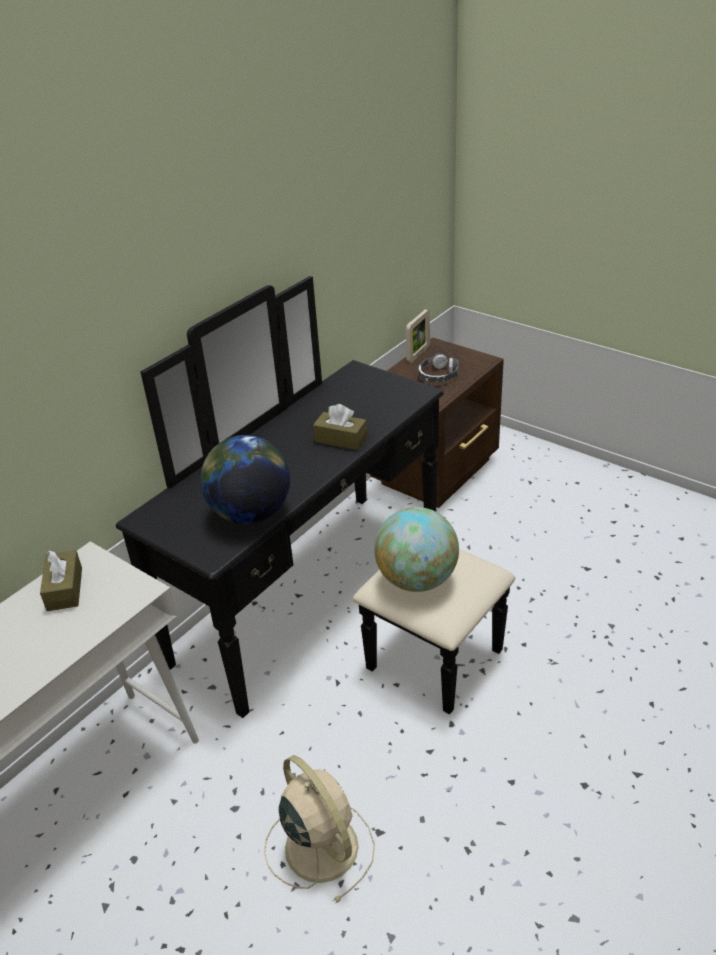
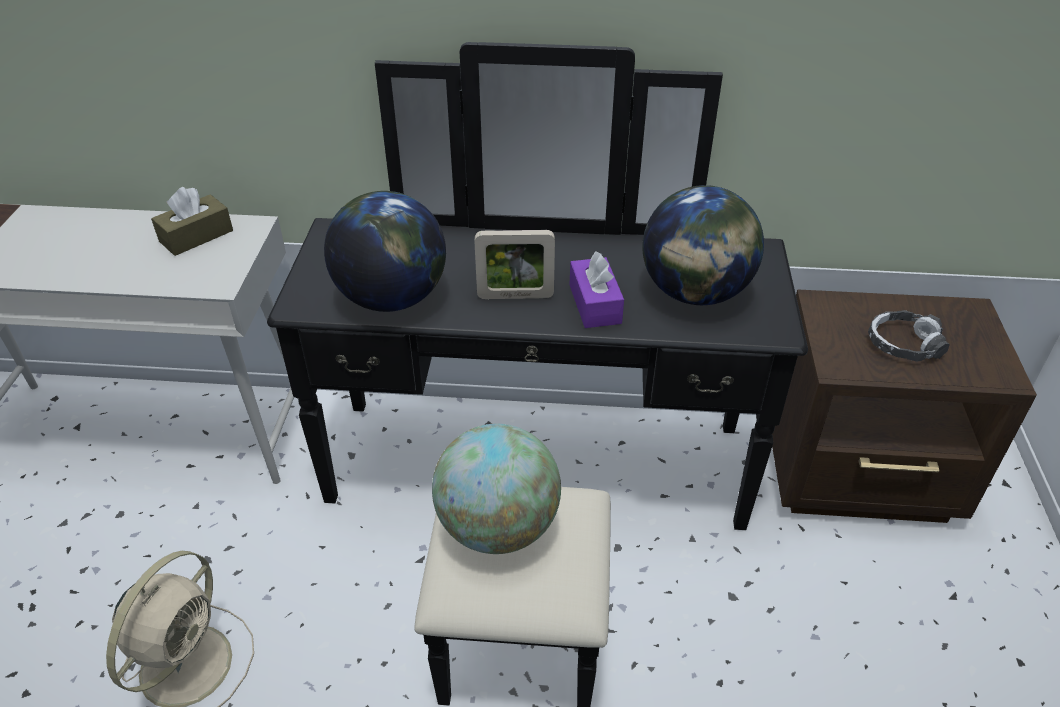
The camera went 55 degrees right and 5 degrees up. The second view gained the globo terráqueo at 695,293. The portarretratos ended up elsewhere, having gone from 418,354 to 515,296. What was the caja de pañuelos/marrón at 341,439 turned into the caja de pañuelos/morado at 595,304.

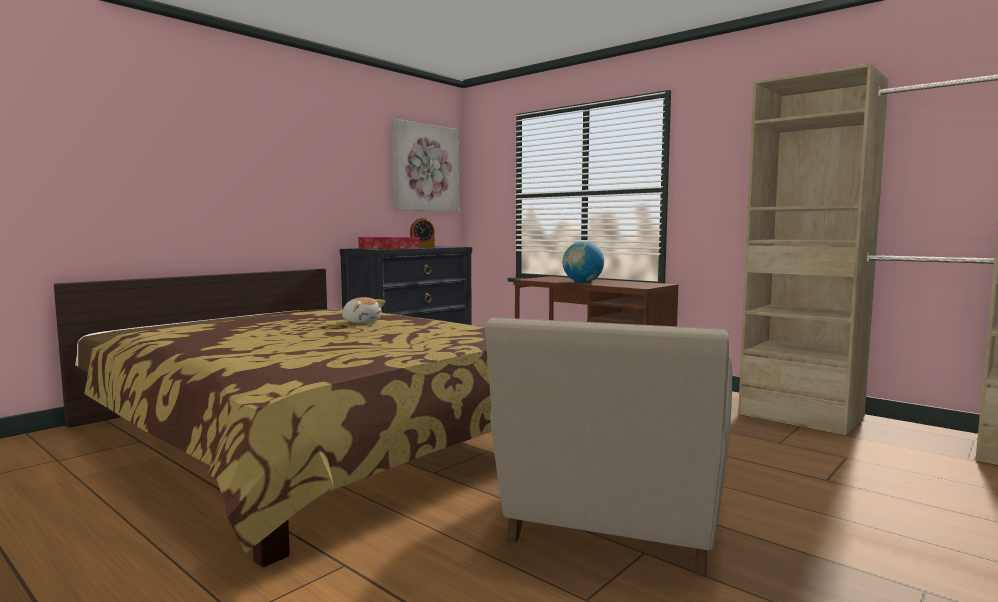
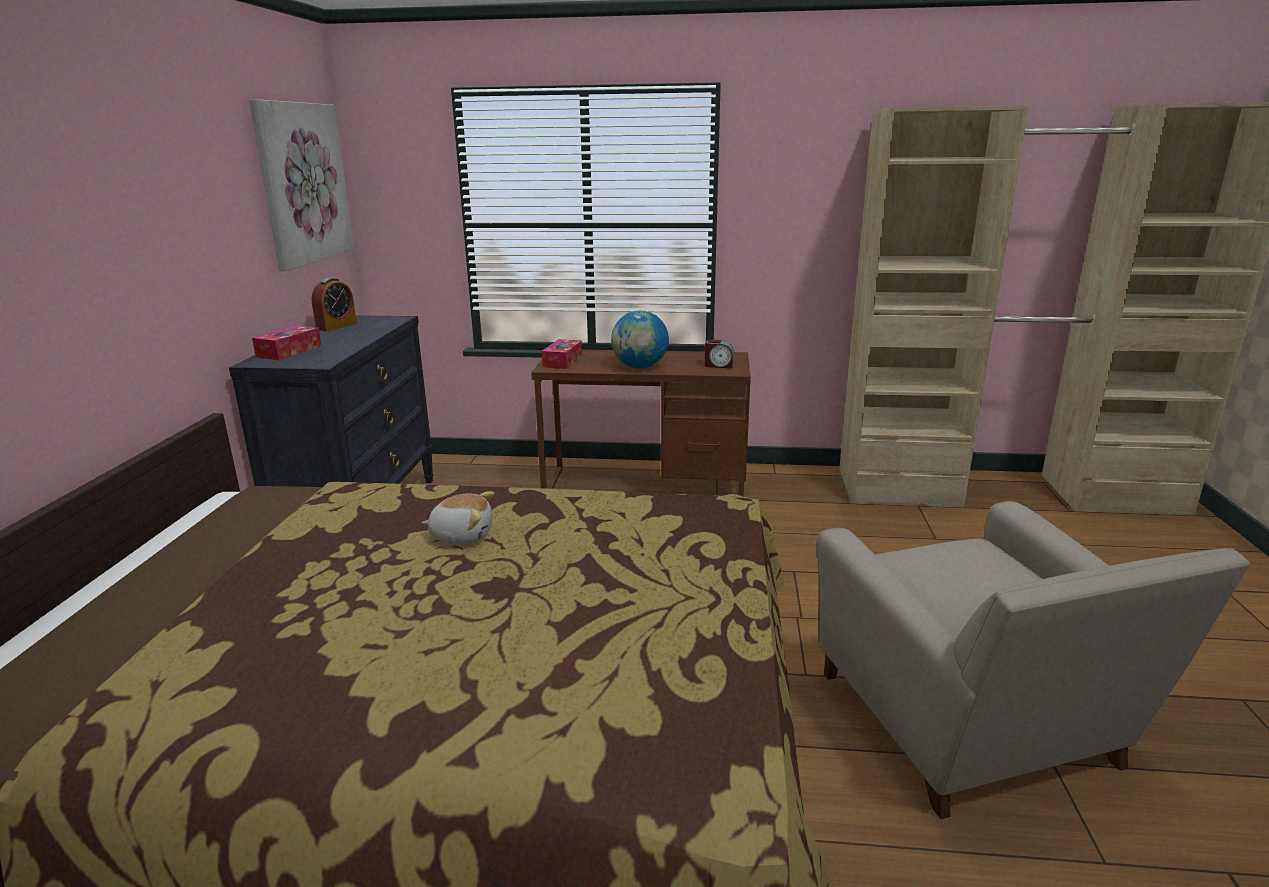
The camera went 35 degrees left and 15 degrees up. The second view gained the despertador at 718,365. The caja de pañuelos ended up elsewhere, having gone from 401,248 to 562,361.

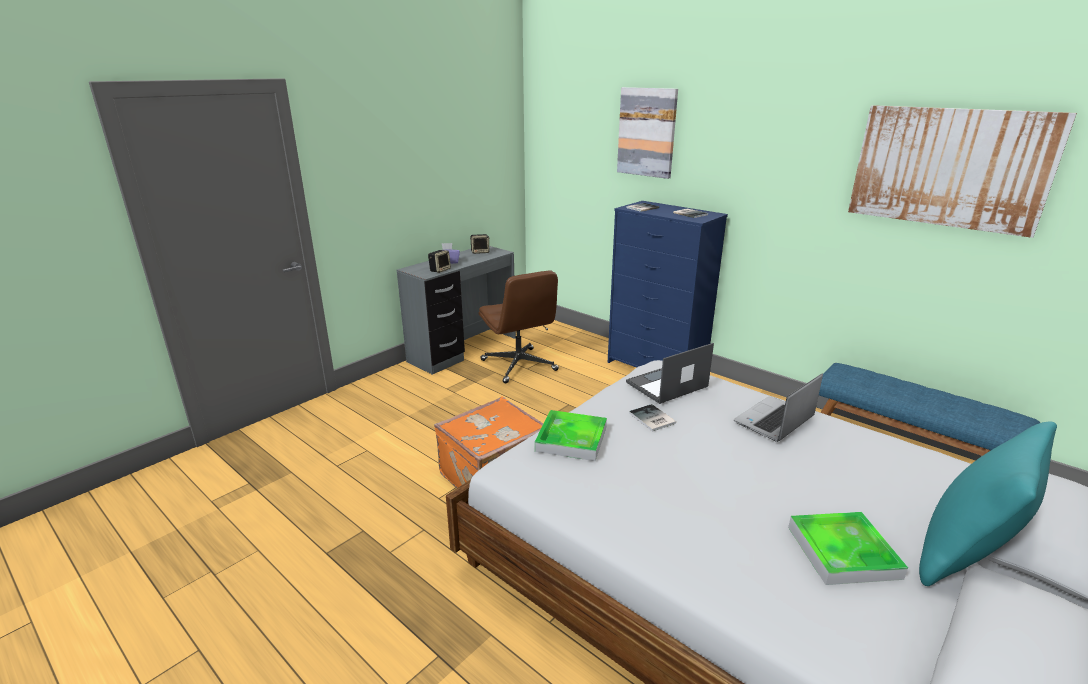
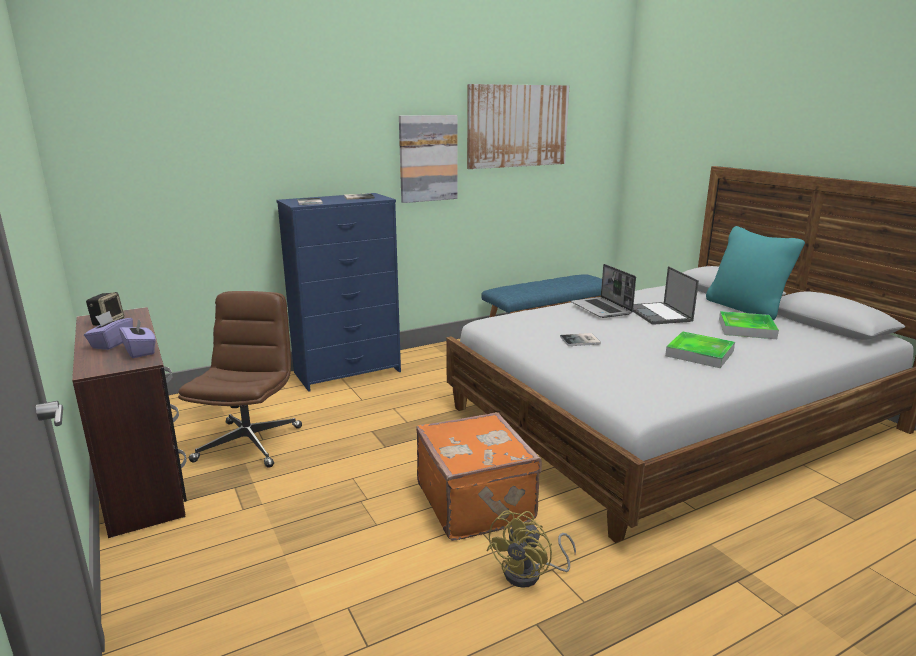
The camera went 70 degrees left and 5 degrees down. The second view gained the ventilador/amarillo at 530,574. The bandeja ended up elsewhere, having gone from 571,439 to 699,353. The cuadro ended up elsewhere, having gone from 647,132 to 428,158. The portátil ended up elsewhere, having gone from 666,385 to 659,314. Where the altavoz stood at 440,270, the caja de pañuelos/morado came to stand at 140,351. What was the escritorio/gris at 464,350 turned into the escritorio/marrón at 145,477. The silla de oficina/marrón at 519,366 ended up facing another way, 75 degrees counterclockwise from before.

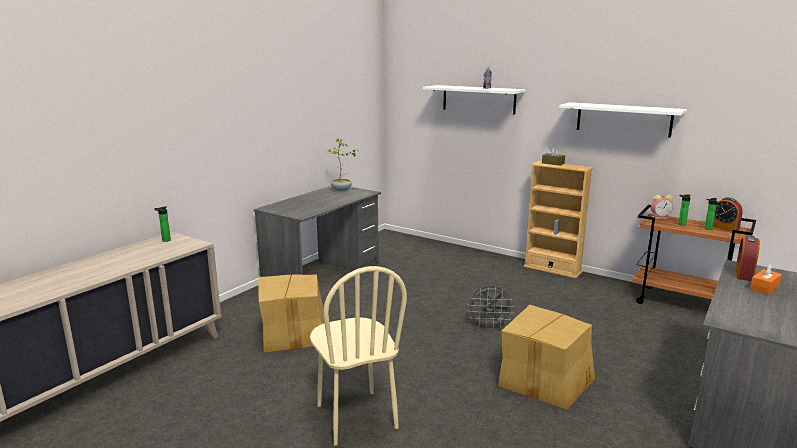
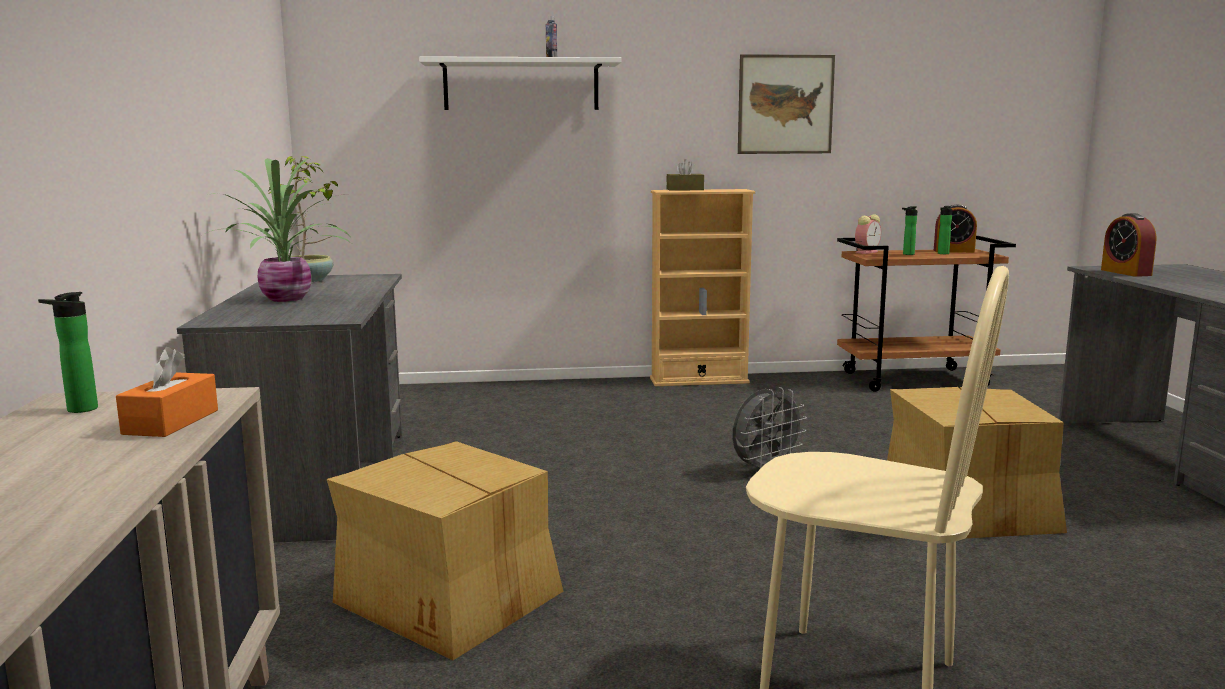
The camera went 40 degrees left and 5 degrees down. The second view gained the planta en maceta at 289,298. The caja de pañuelos/naranja ended up elsewhere, having gone from 764,288 to 171,422. Where the estante/blanco hung at 623,119, the cuadro came to hang at 785,104.

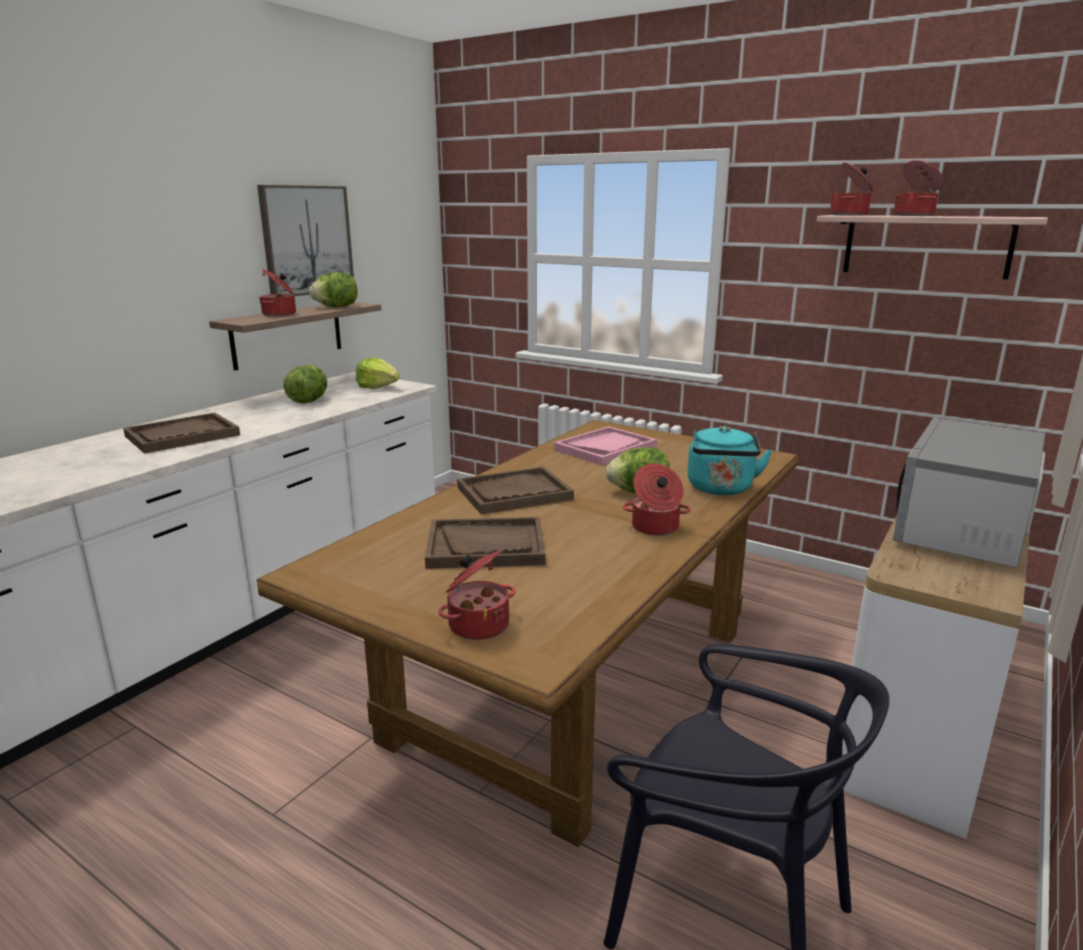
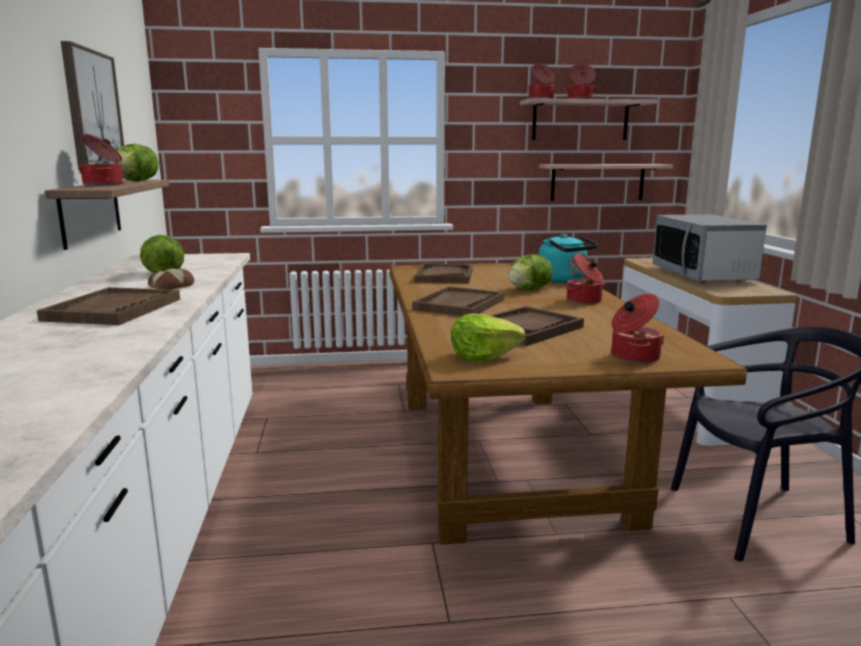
The camera went 40 degrees left and 5 degrees down. The second view gained the pan at 171,286. The second view gained the estante at 597,182. The lechuga ended up elsewhere, having gone from 378,387 to 483,357. What was the bandeja/rosa at 605,448 turned into the bandeja/marrón at 444,276.

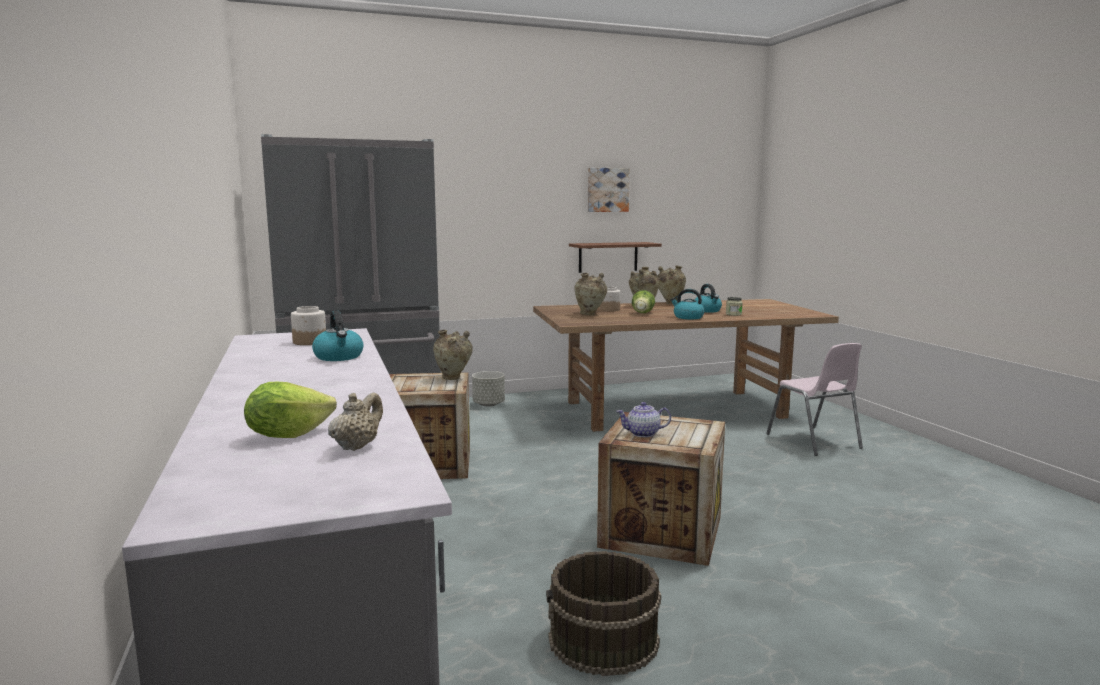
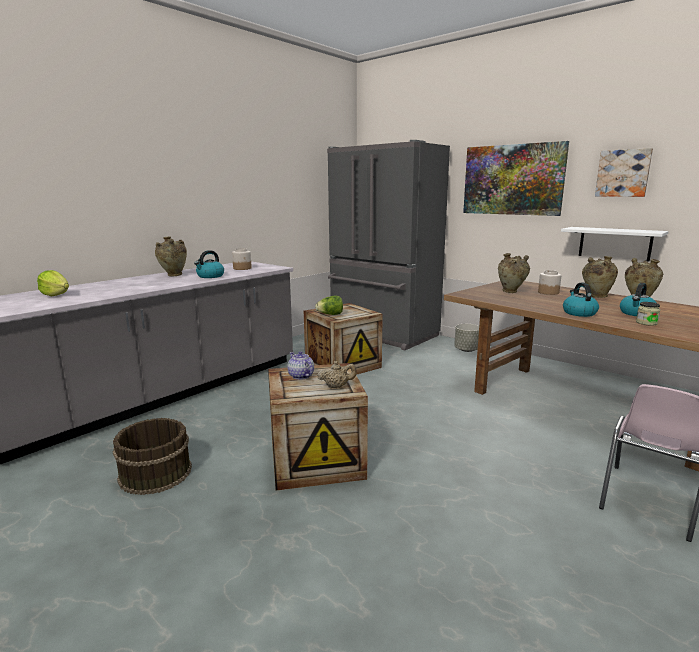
The camera went 60 degrees right and 5 degrees up. The second view gained the cuadro at 512,180. The tetera/beis ended up elsewhere, having gone from 357,446 to 337,387. The florero/beis ended up elsewhere, having gone from 453,378 to 173,275. The lechuga ended up elsewhere, having gone from 642,313 to 330,314. What was the estante/marrón at 608,257 turned into the estante/blanco at 614,243.

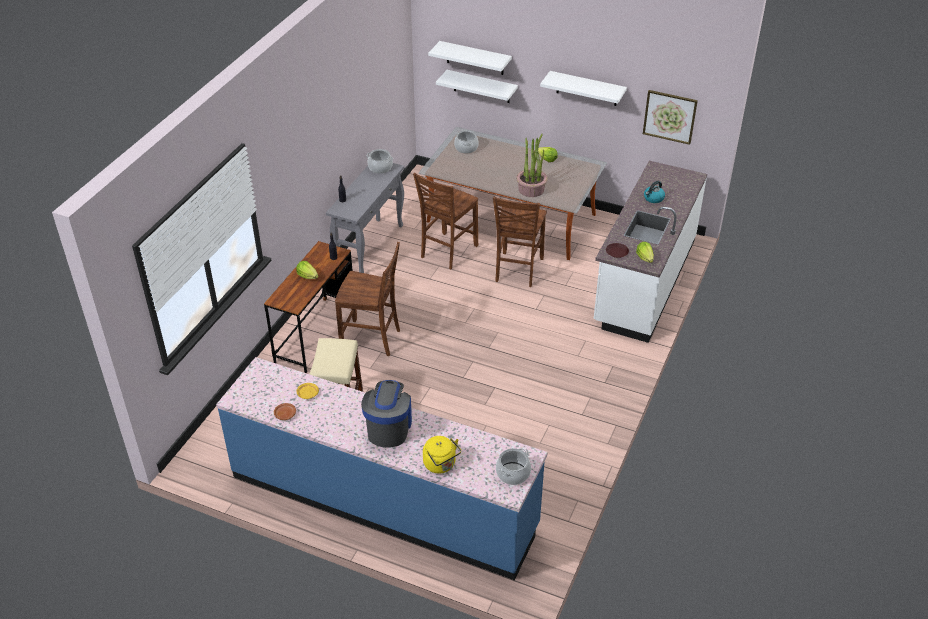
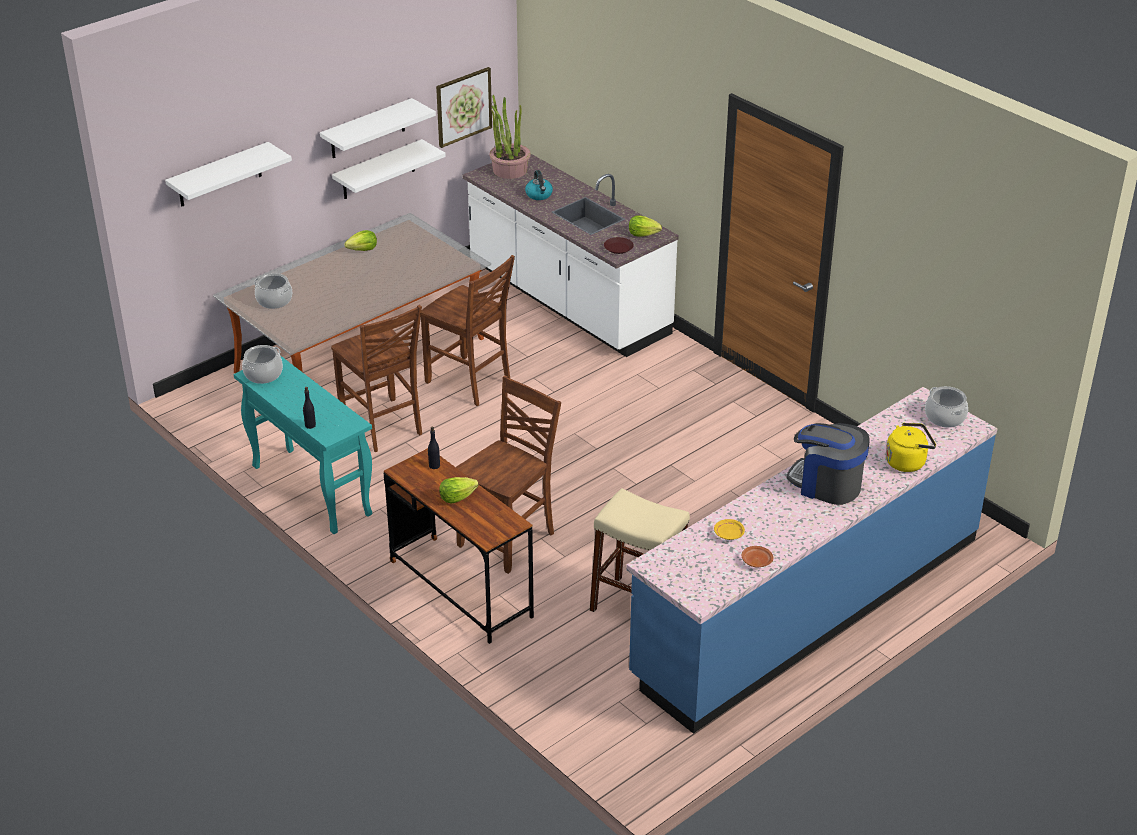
The camera went 65 degrees left and 5 degrees down. The estante/blanco ended up elsewhere, having gone from 481,86 to 378,170. The planta en maceta ended up elsewhere, having gone from 531,189 to 509,170. What was the mesa consola/gris at 370,246 turned into the mesa consola/turquesa at 310,490.

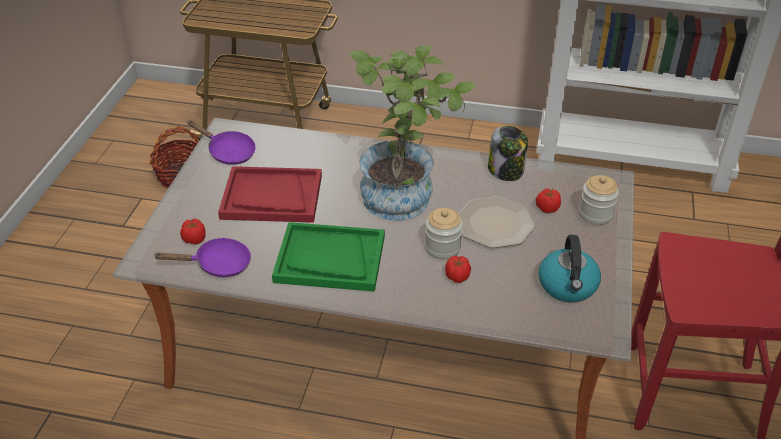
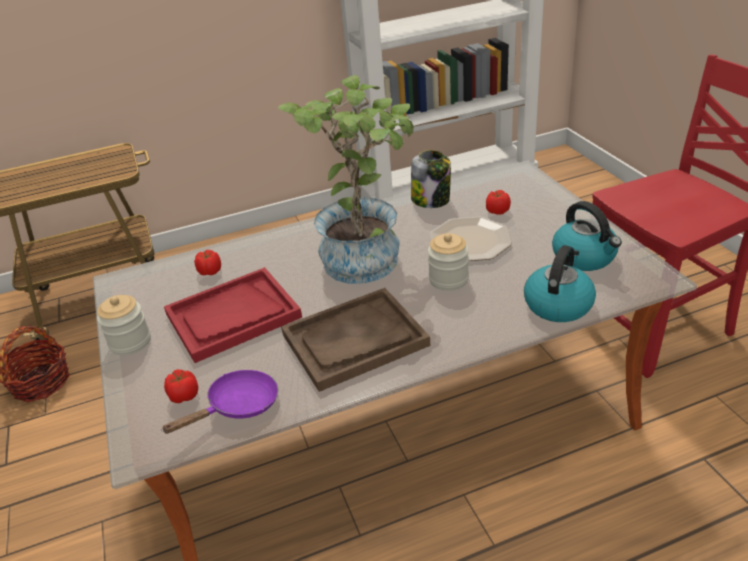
The camera went 30 degrees left and 5 degrees down. The second view lost the sartén/morado at 228,152. The second view gained the hervidor at 558,304. The tomate ended up elsewhere, having gone from 457,277 to 210,272. The tarro ended up elsewhere, having gone from 596,214 to 130,342. What was the bandeja/verde at 329,259 turned into the bandeja/marrón at 354,340.

